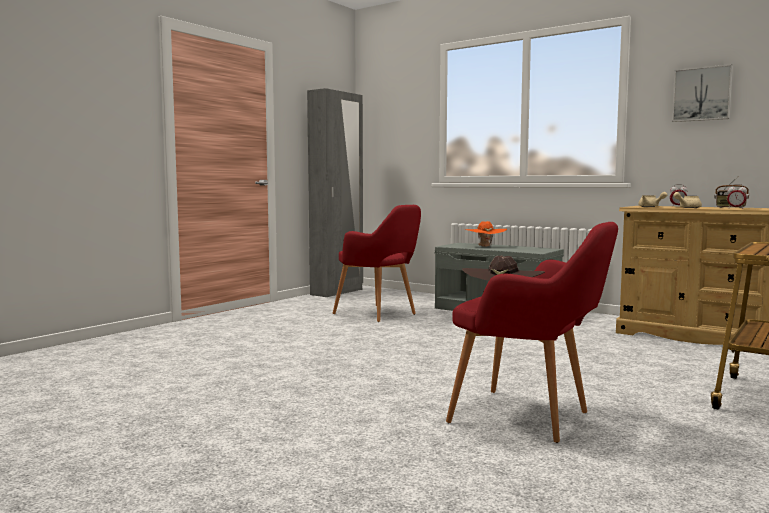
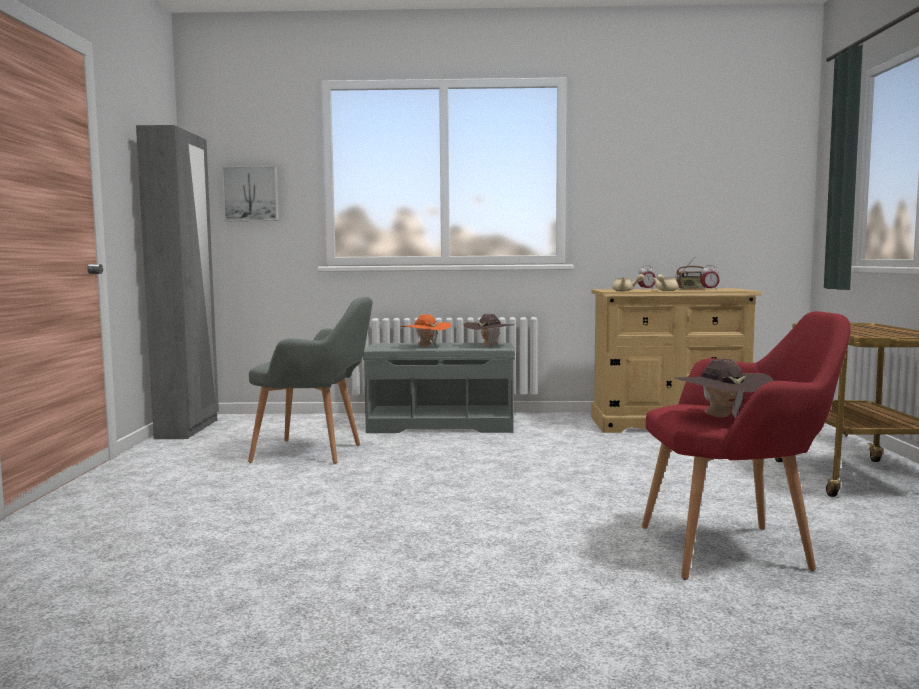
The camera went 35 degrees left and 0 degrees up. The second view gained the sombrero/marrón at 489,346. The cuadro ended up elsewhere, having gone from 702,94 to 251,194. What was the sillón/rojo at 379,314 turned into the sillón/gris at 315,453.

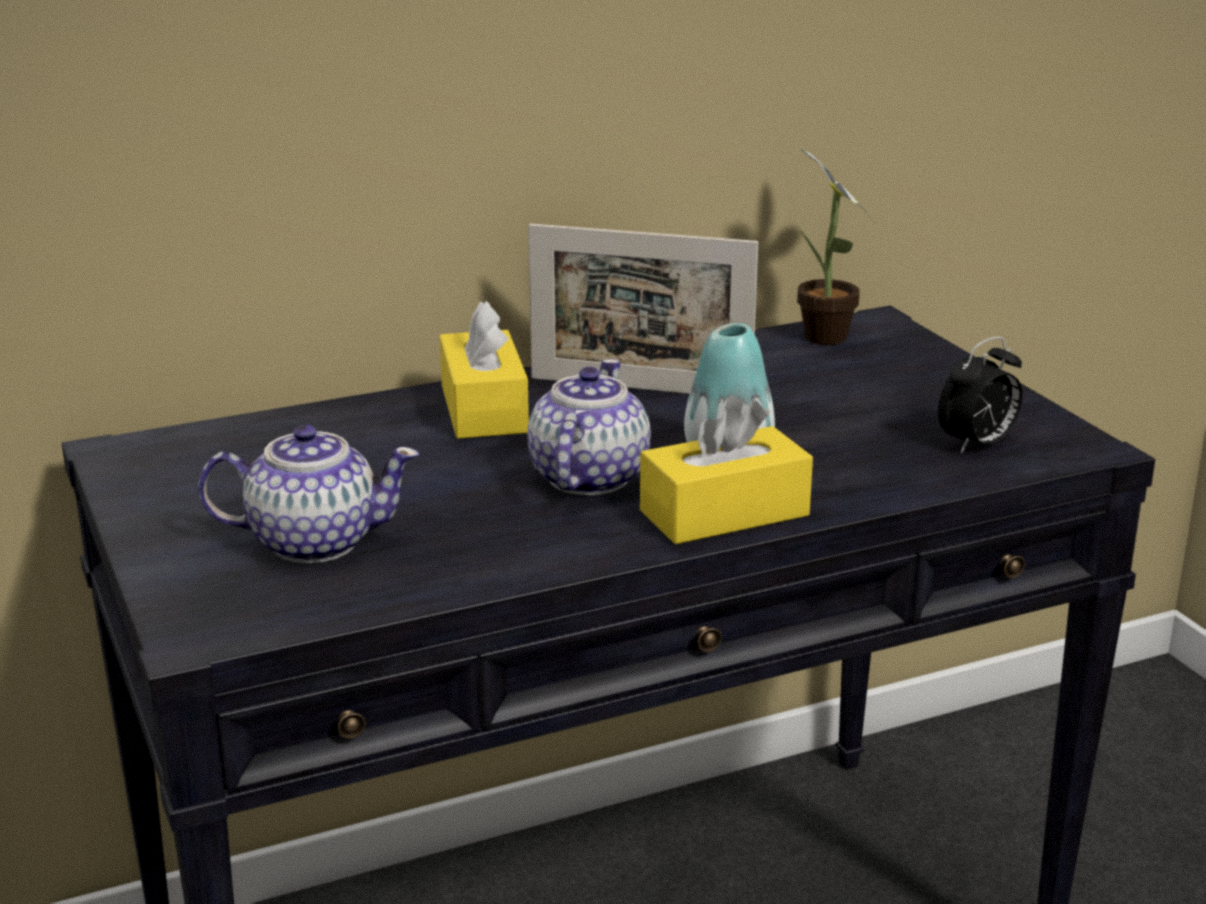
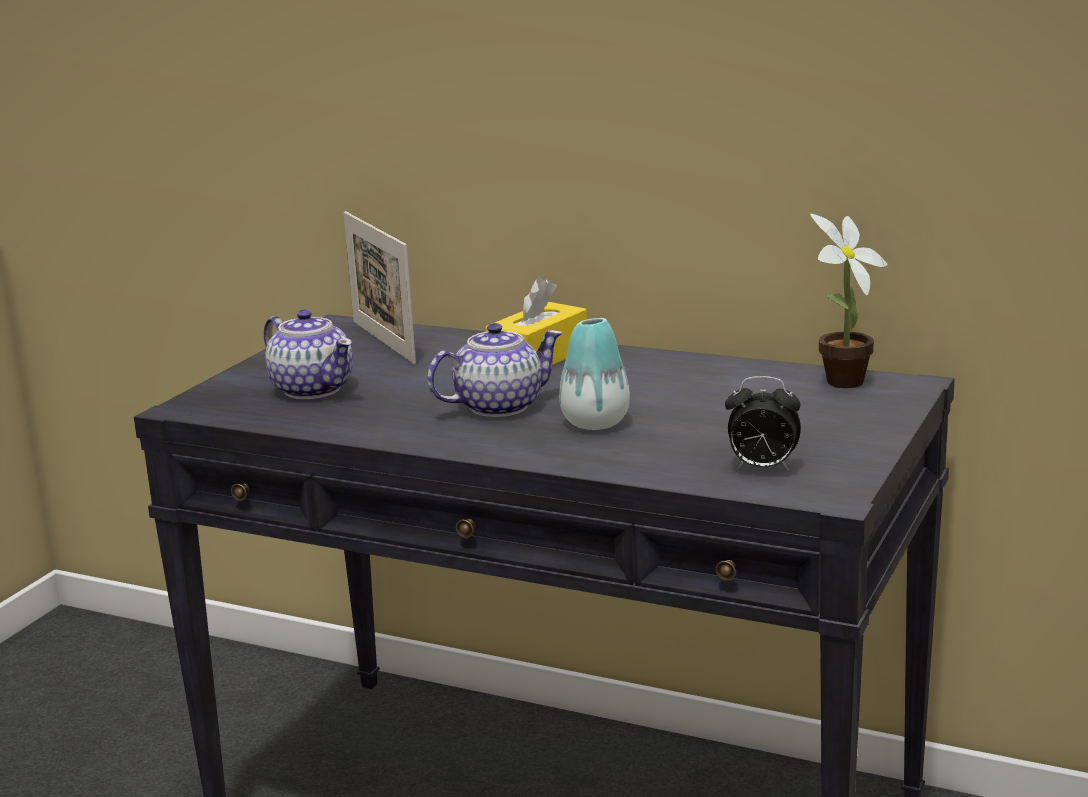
The camera went 50 degrees right and 5 degrees down. The second view lost the caja de pañuelos/amarillo at 724,513. The portarretratos ended up elsewhere, having gone from 640,388 to 383,341.

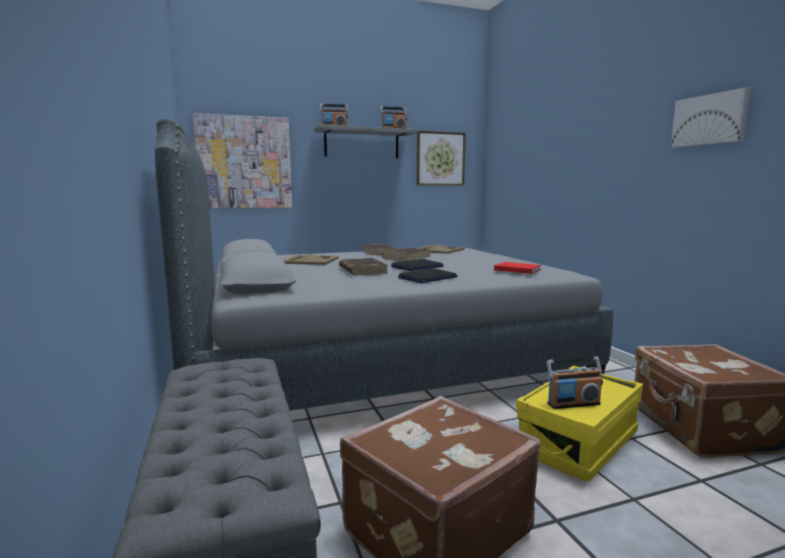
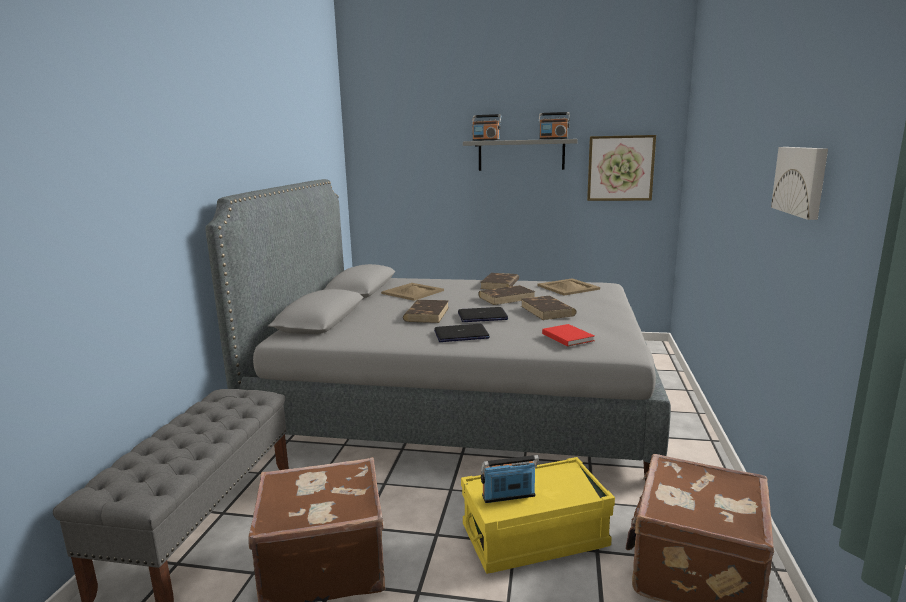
The camera went 30 degrees right and 5 degrees up. The second view lost the cuadro at 244,162. The second view gained the libro/marrón at 547,311. The radio at 573,403 ended up facing another way, 150 degrees clockwise from before.

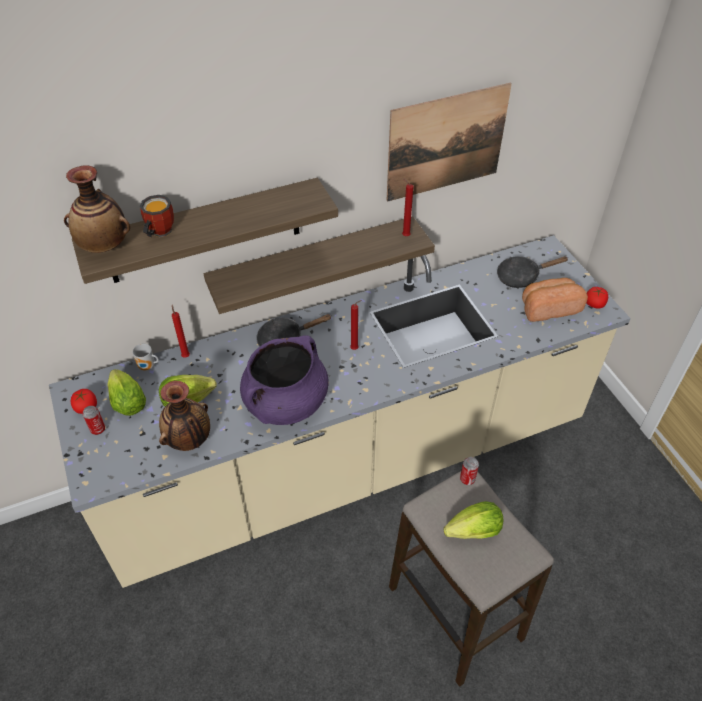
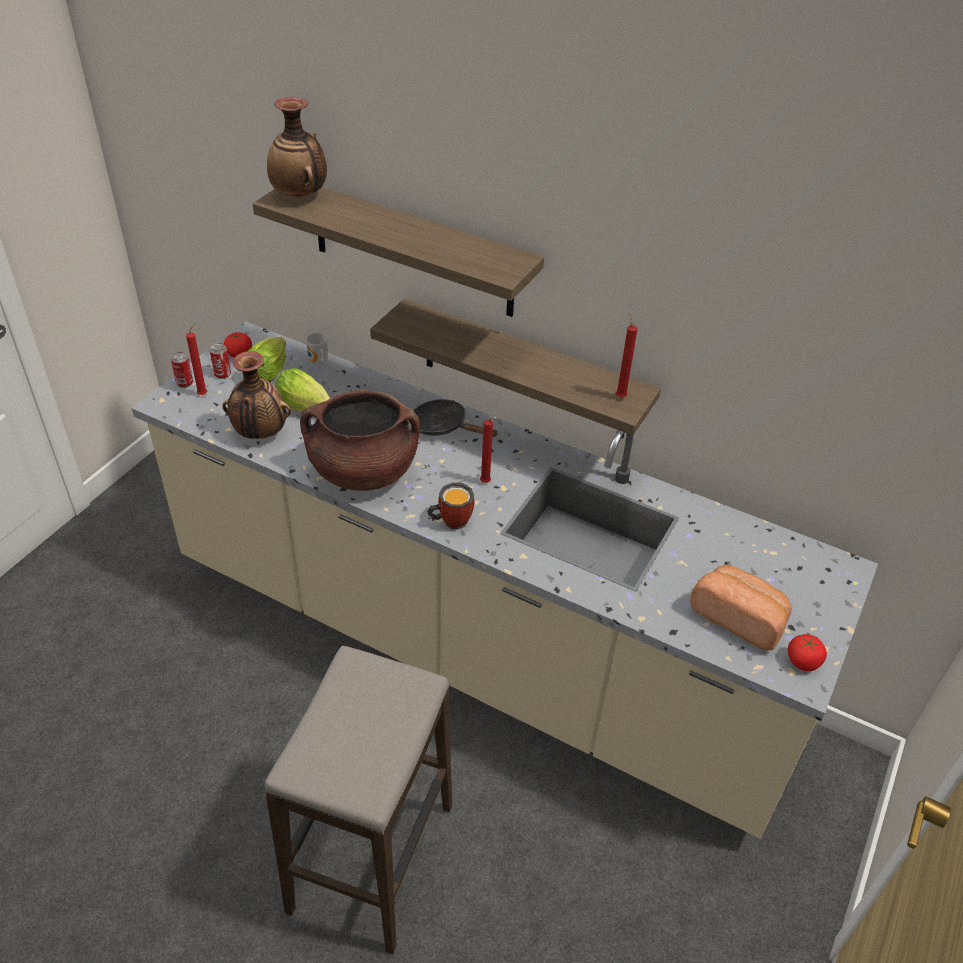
The camera went 50 degrees right and 5 degrees down. The second view lost the cuadro at 446,143. The second view lost the lechuga at 470,532. The second view lost the sartén/negro at 521,276. The taza grande ended up elsewhere, having gone from 158,232 to 450,521. The vela/rojo ended up elsewhere, having gone from 185,355 to 204,394. The lata ended up elsewhere, having gone from 467,479 to 184,383. What was the olla/morado at 286,403 turned into the olla/marrón at 363,471.

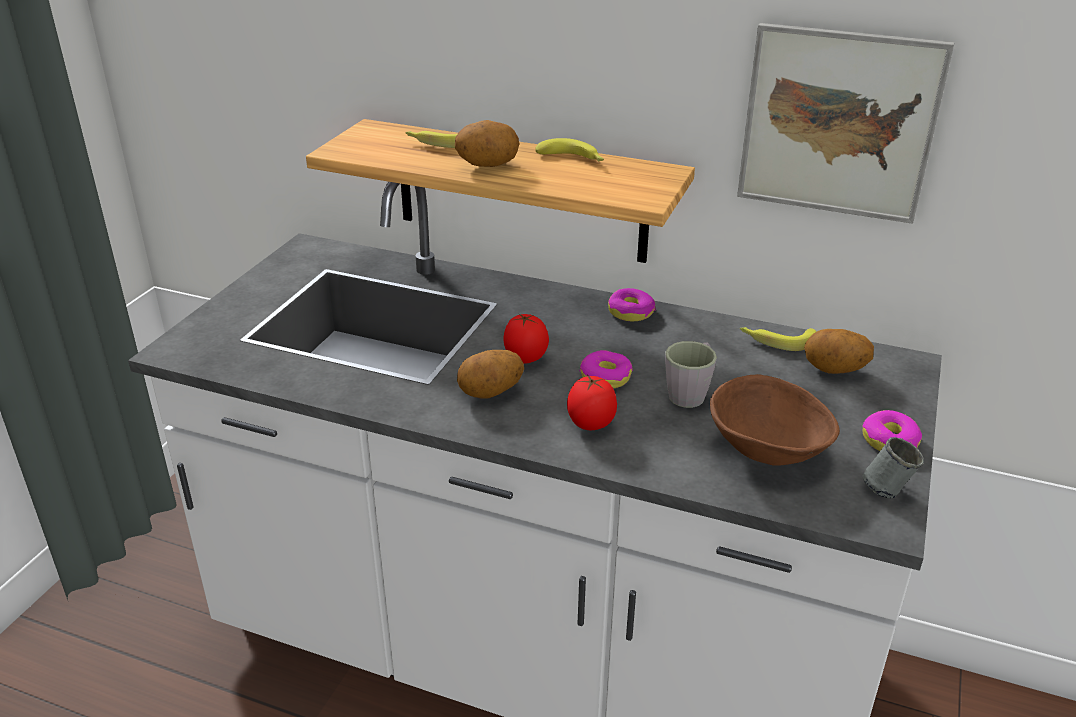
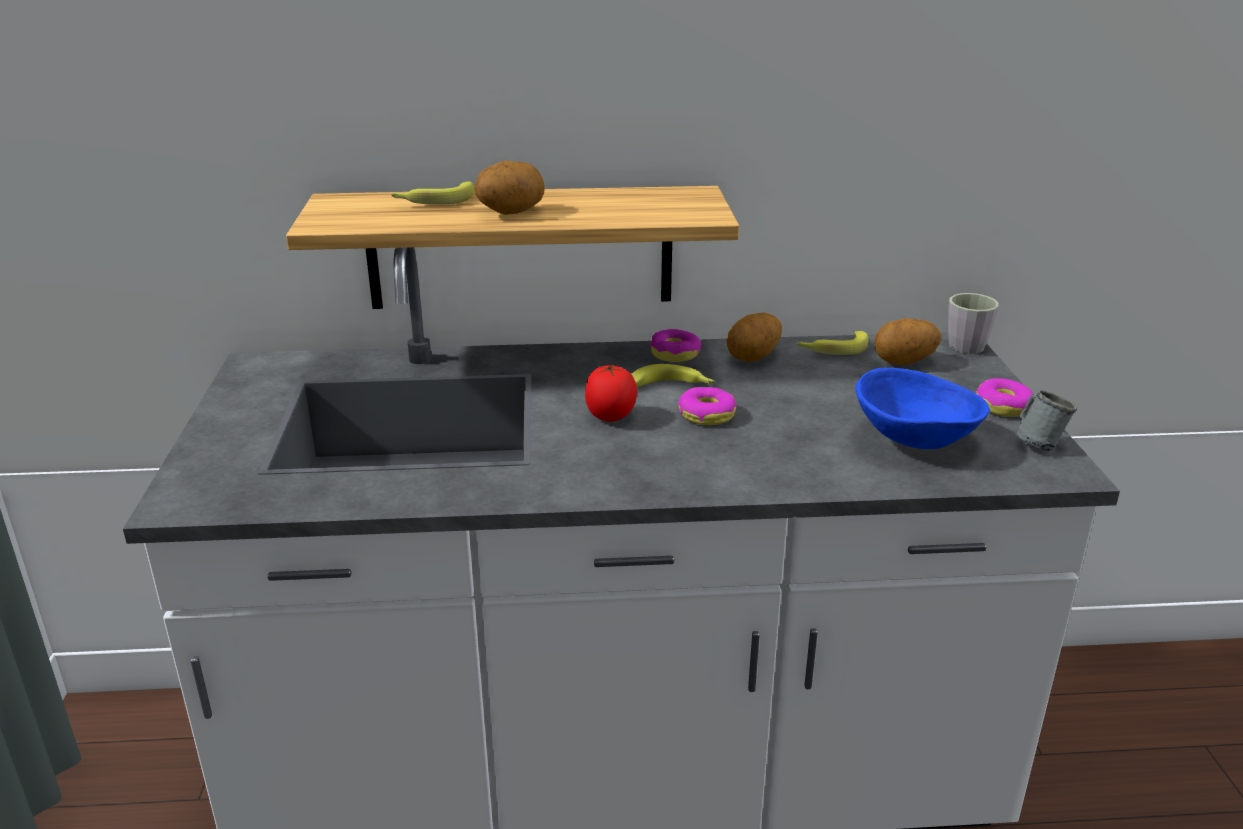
The camera went 25 degrees left and 5 degrees down. The second view lost the tomate at 590,425. The second view lost the cuadro at 838,123. The patata ended up elsewhere, having gone from 491,393 to 753,358. The plátano ended up elsewhere, having gone from 572,160 to 672,387. The taza grande/gris ended up elsewhere, having gone from 690,392 to 965,343. What was the cuenco/marrón at 767,451 turned into the cuenco/azul at 914,440.

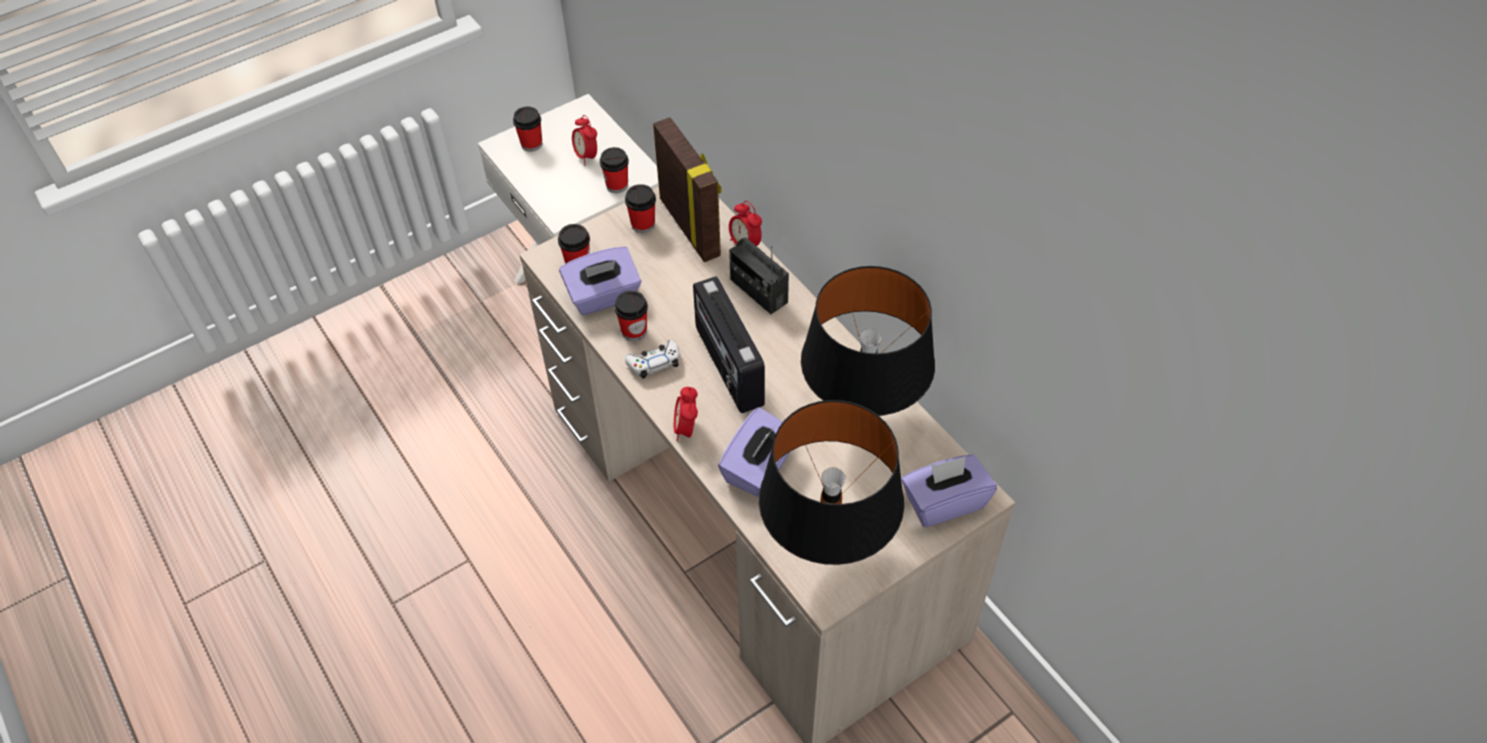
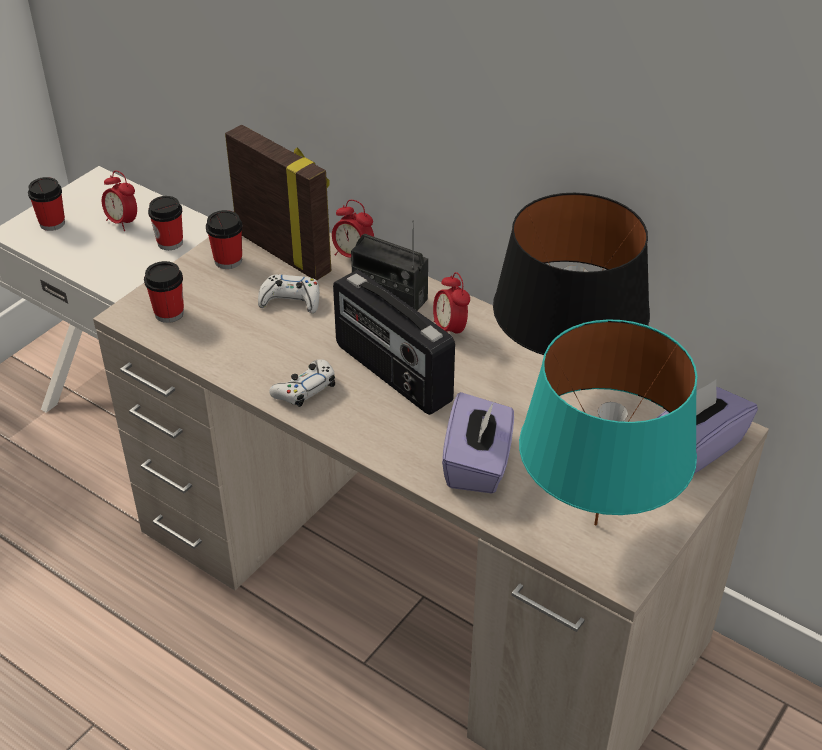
The camera went 20 degrees left and 10 degrees down. The second view lost the caja de pañuelos/morado at 603,296. The second view lost the taza at 634,331. The second view gained the mando de consola/blanco at 290,300. The despertador ended up elsewhere, having gone from 686,429 to 450,330. What was the lámpara de mesa/negro at 827,547 turned into the lámpara de mesa/turquesa at 595,524.

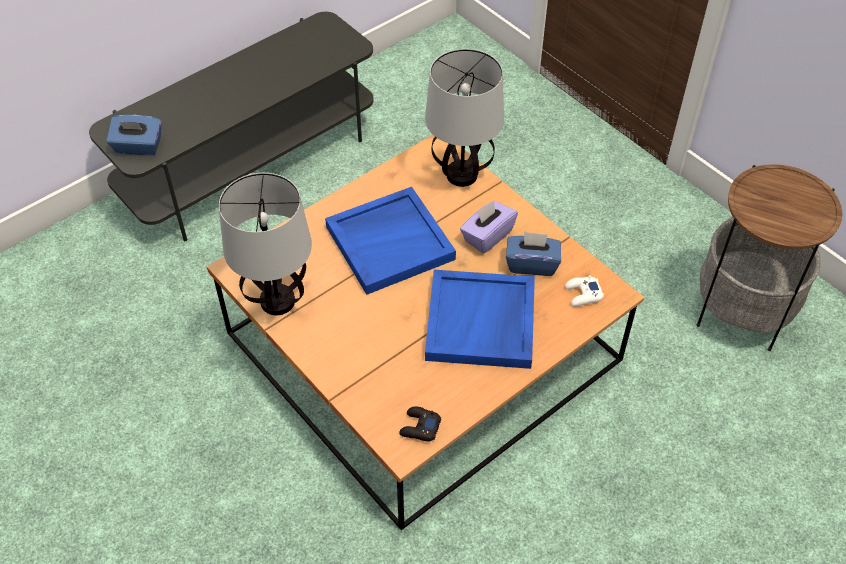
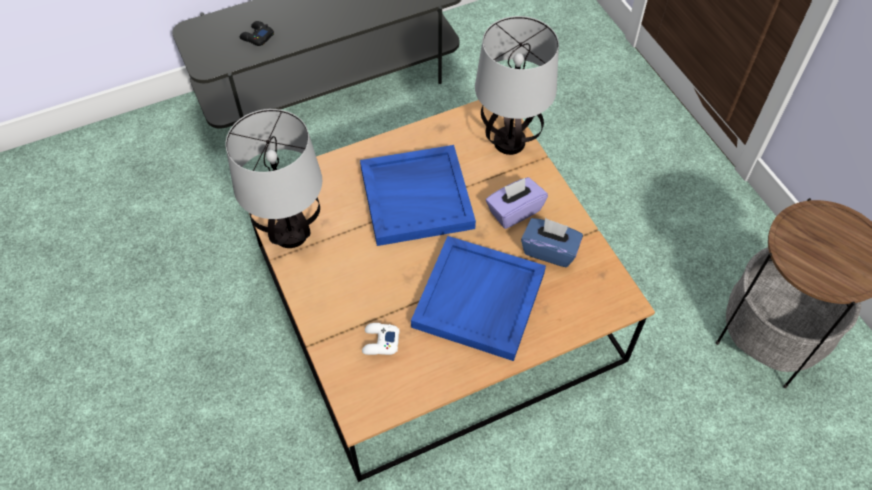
The camera went 15 degrees right and 5 degrees up. The second view lost the caja de pañuelos/azul at 138,147. The mando de consola/negro ended up elsewhere, having gone from 419,427 to 257,37. The mando de consola/blanco ended up elsewhere, having gone from 583,294 to 380,342.

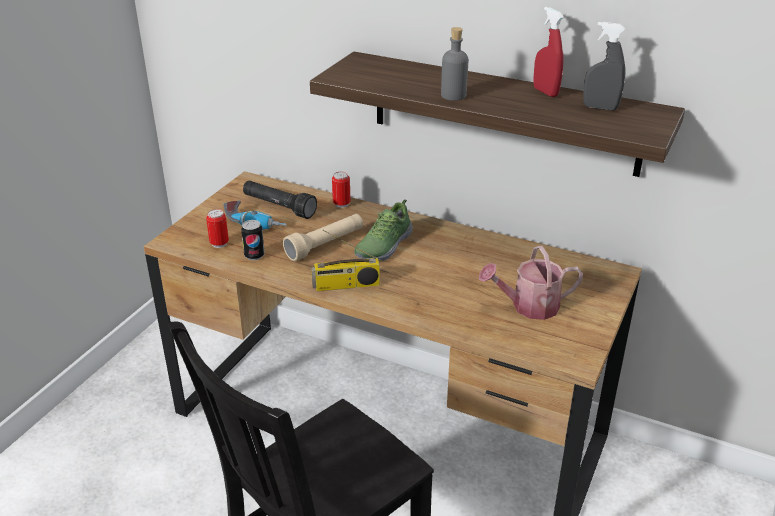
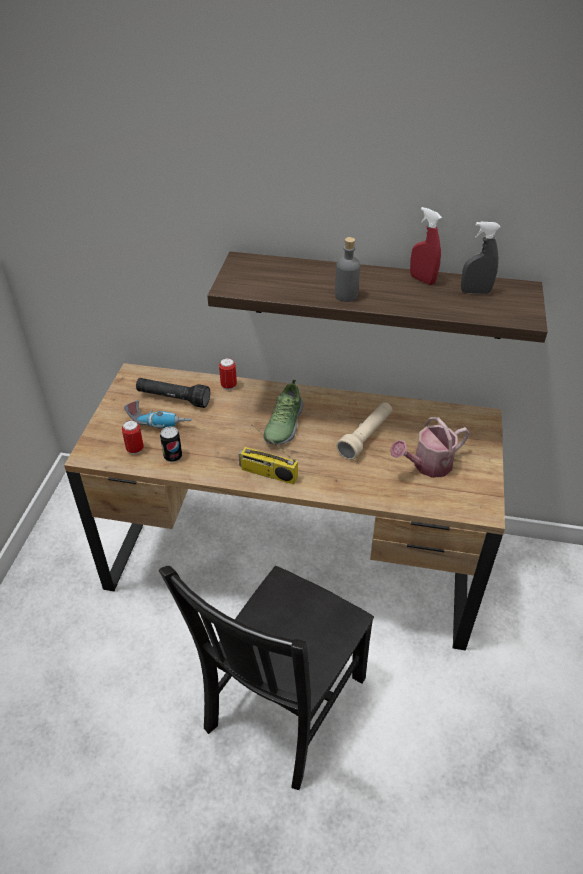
The camera went 15 degrees left and 10 degrees up. The linterna/beis ended up elsewhere, having gone from 325,245 to 366,436. The radio at 346,285 ended up facing another way, 45 degrees clockwise from before.

